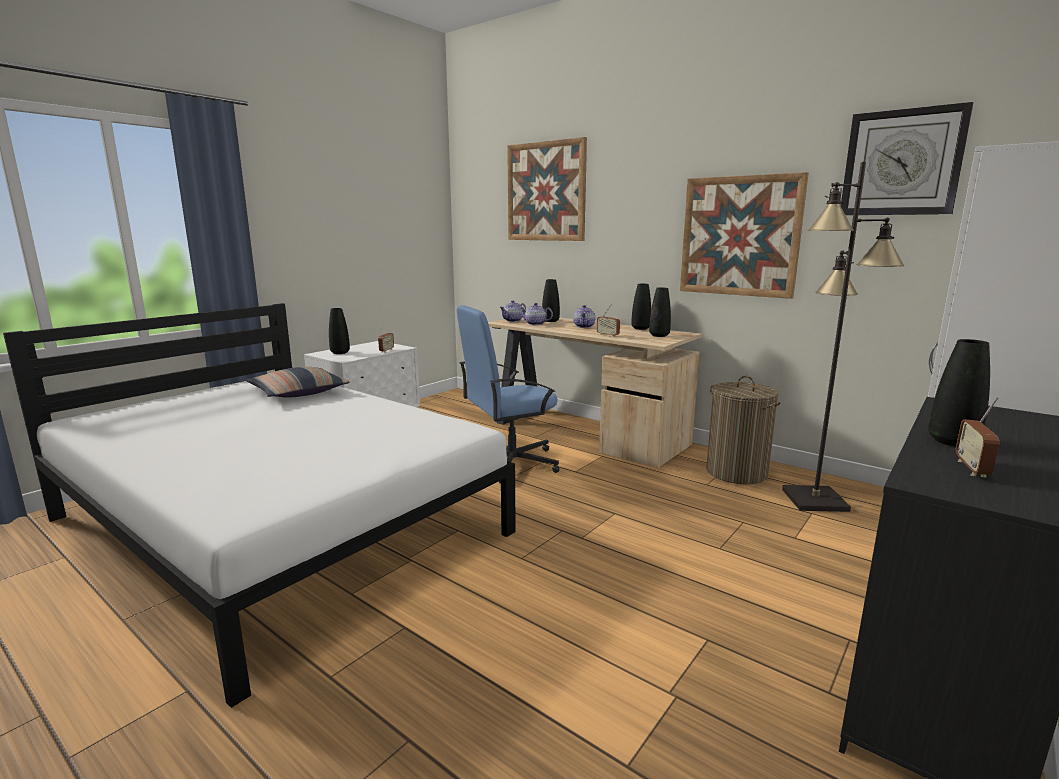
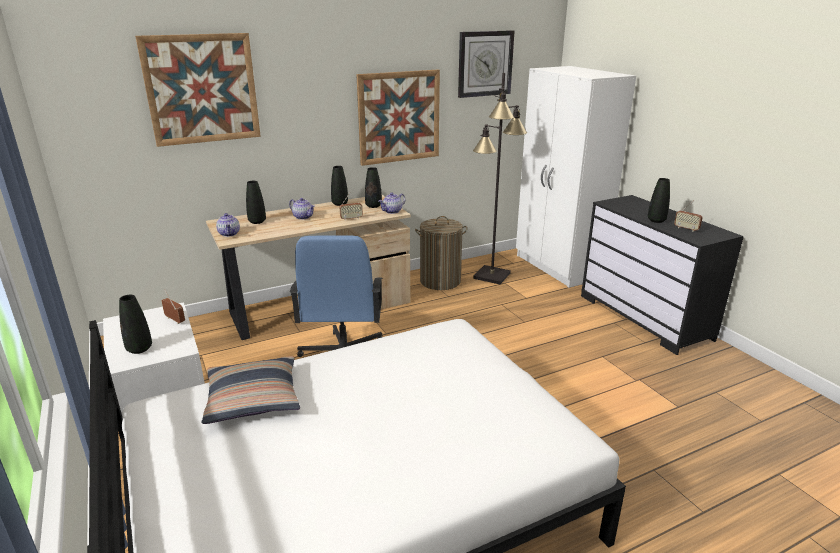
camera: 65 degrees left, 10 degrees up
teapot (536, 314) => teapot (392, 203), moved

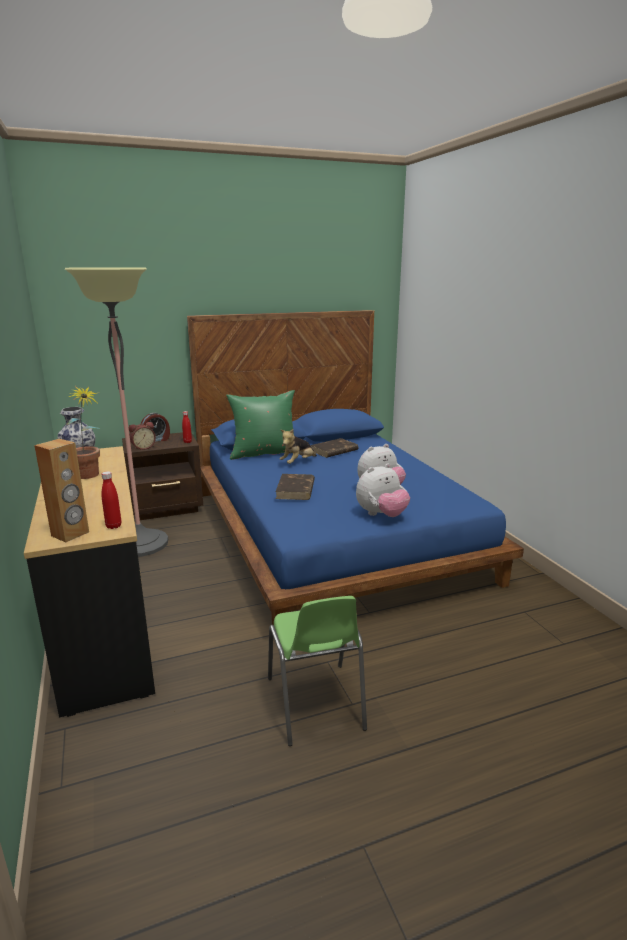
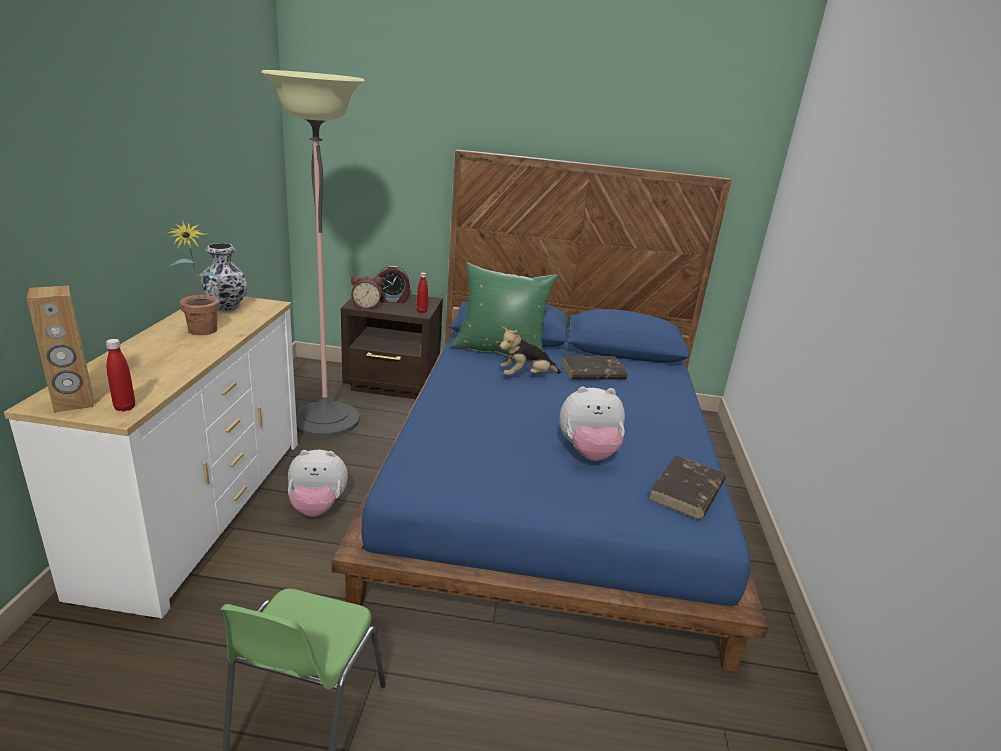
camera: 25 degrees right, 5 degrees up
black_dresser (89, 581) => white_dresser (151, 457)
brown_book (295, 487) => brown_book (687, 487), moved
plush_toy (383, 490) => plush_toy (318, 483), moved

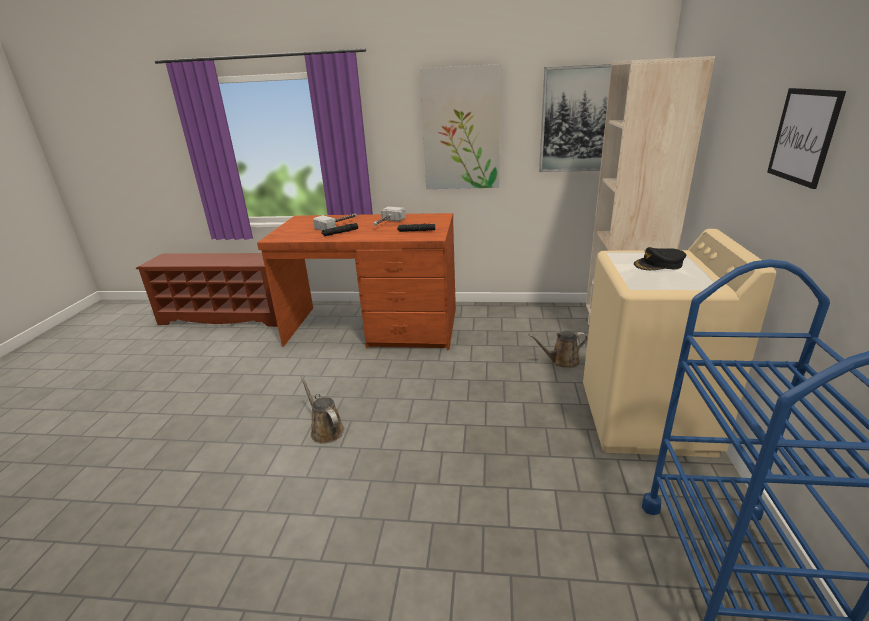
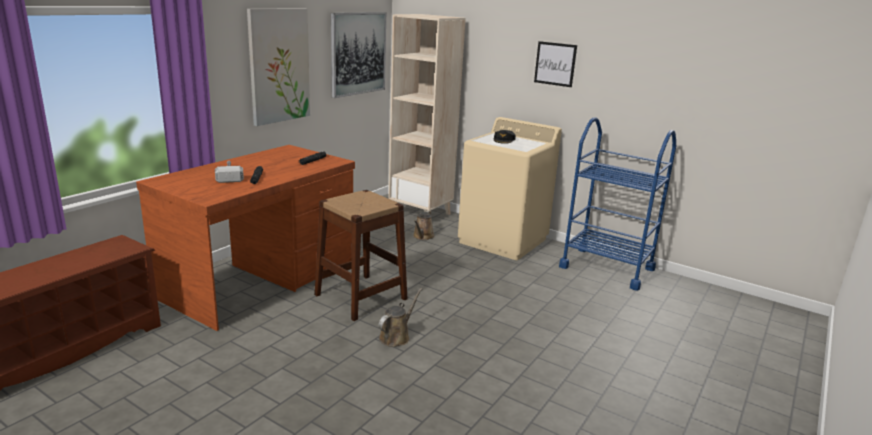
camera: 65 degrees left, 5 degrees down
brown_watering_can (322, 410) => brown_watering_can (400, 317), 135 degrees clockwise
hammer (389, 216) => nothing
nothing => brown_stool (361, 255)

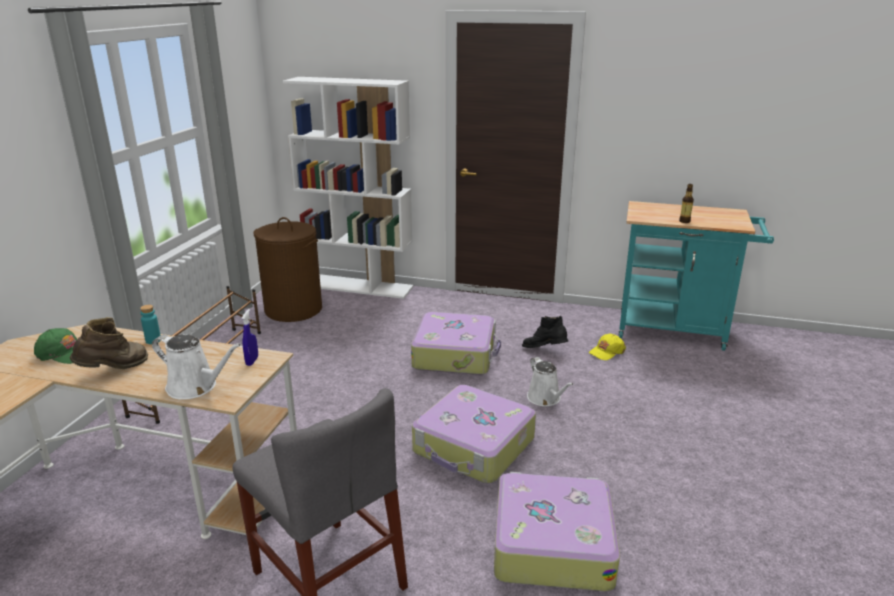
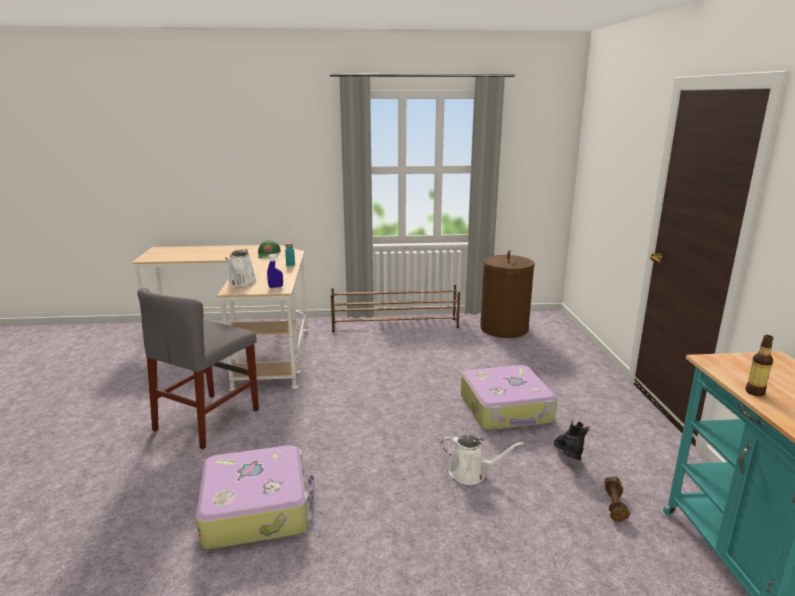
camera: 70 degrees right, 5 degrees down
brown_boot (109, 343) => nothing
white_bookcase (348, 188) => nothing
suitcase (474, 434) => nothing
white_watering_can (550, 381) => white_watering_can (481, 460), 120 degrees counterclockwise
yellow_cap (607, 347) => brown_dumbbell (617, 499)

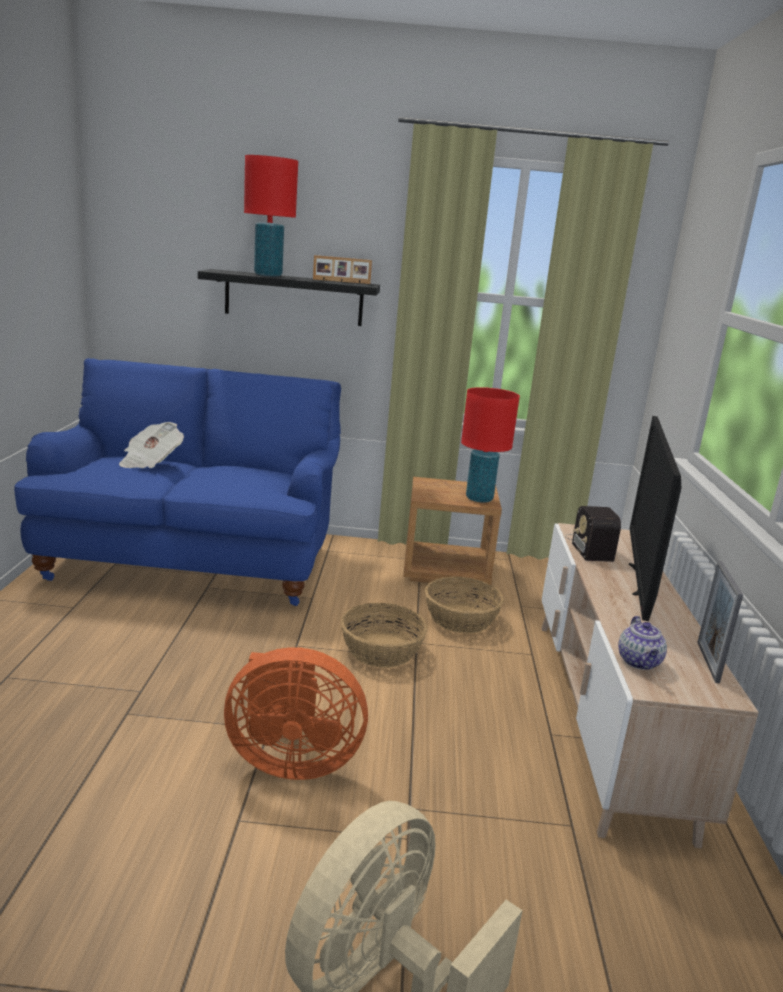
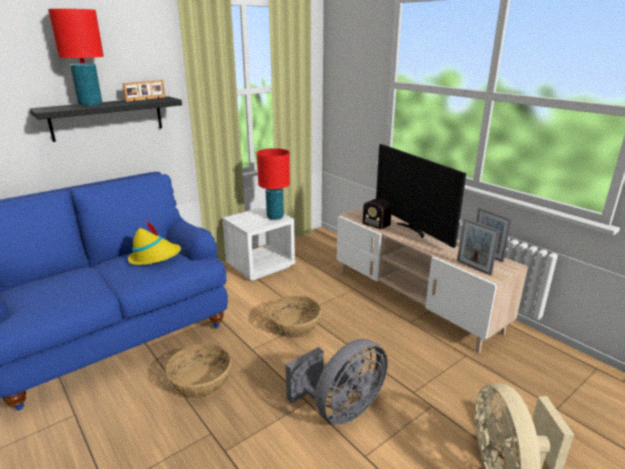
camera: 40 degrees left, 5 degrees up
newspaper (151, 445) => nothing
orange_fan (296, 713) => grey_fan (337, 382)
brown_nightstand (452, 532) => white_nightstand (258, 243)
basket (464, 605) => basket (199, 371), moved
teapot (642, 643) => picture_frame (478, 246)
nothing => yellow_hat (154, 242)

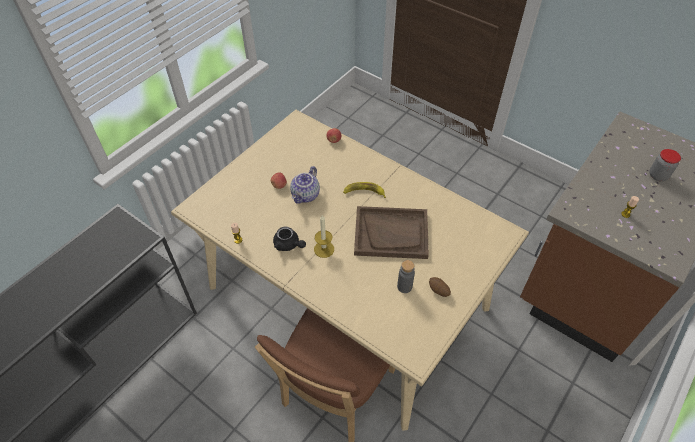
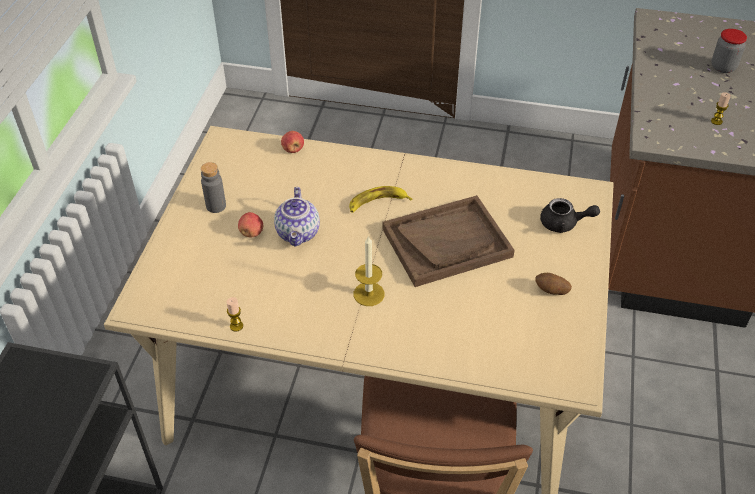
camera: 25 degrees left, 5 degrees down
black_teapot (289, 238) => black_teapot (570, 215), moved
grey_bottle (406, 276) => grey_bottle (213, 187), moved

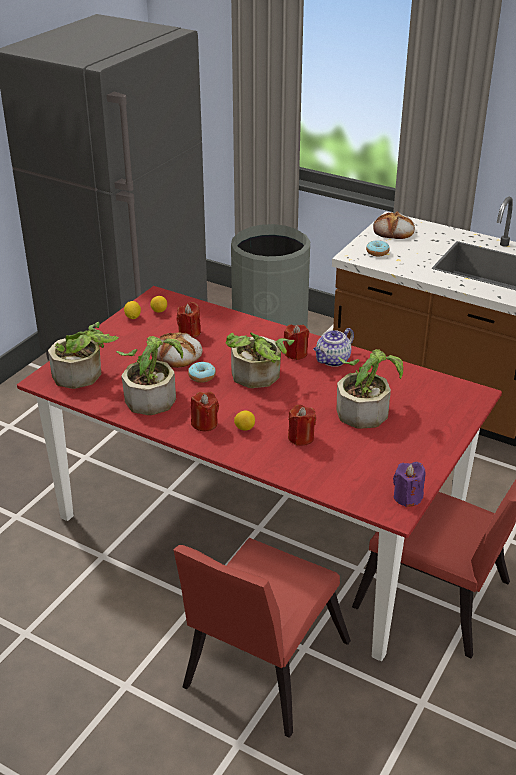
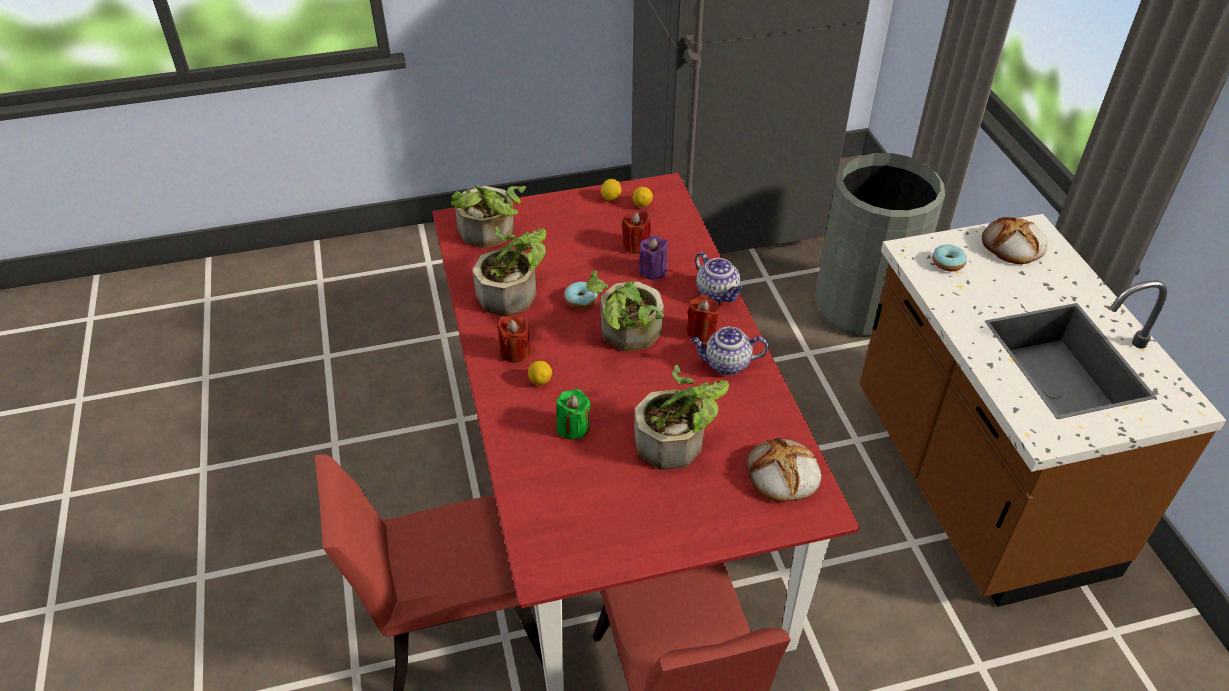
camera: 45 degrees right, 10 degrees up
bread (177, 350) => bread (784, 470), moved
red_candle (302, 425) => green_candle (573, 414)
purple_candle (409, 484) => purple_candle (653, 257), moved
nothing => teapot (719, 277)

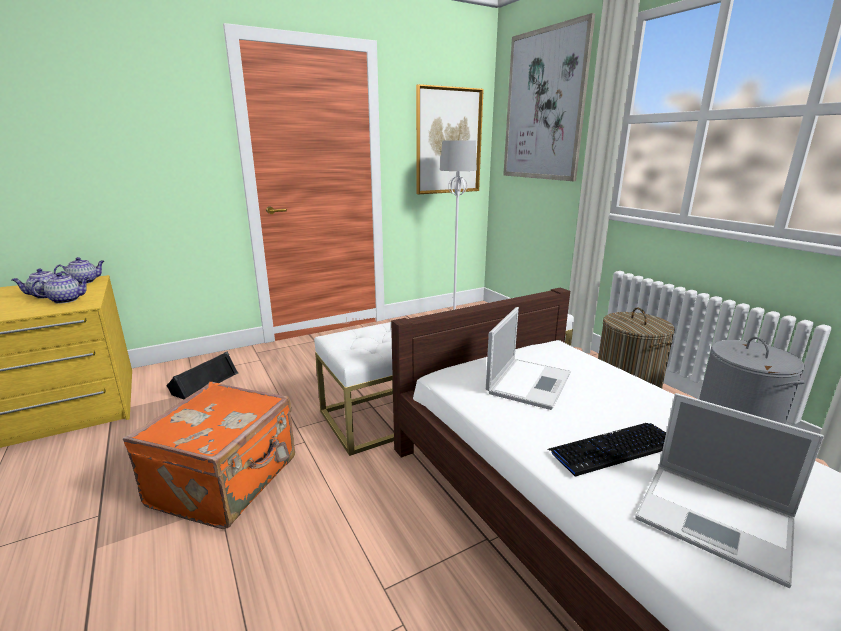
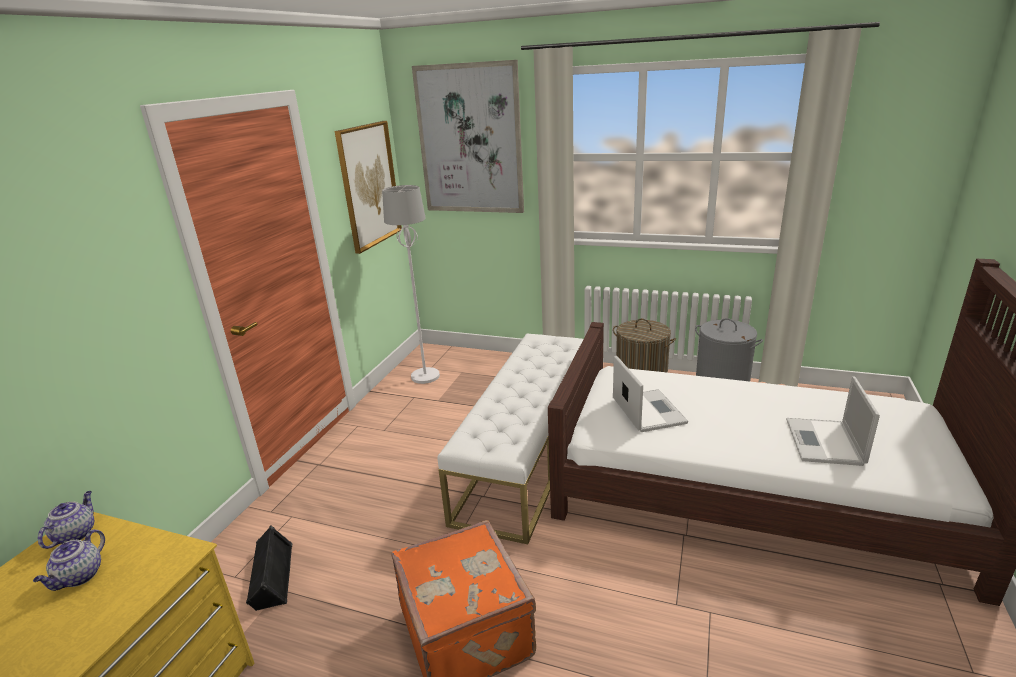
camera: 40 degrees left, 5 degrees up
teapot (60, 288) => nothing
keyboard (607, 450) => nothing
laptop (729, 490) => laptop (833, 421), 105 degrees clockwise

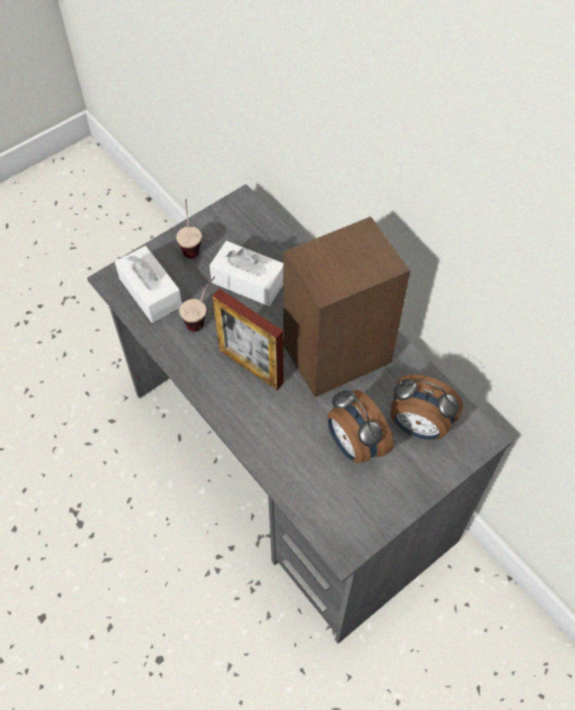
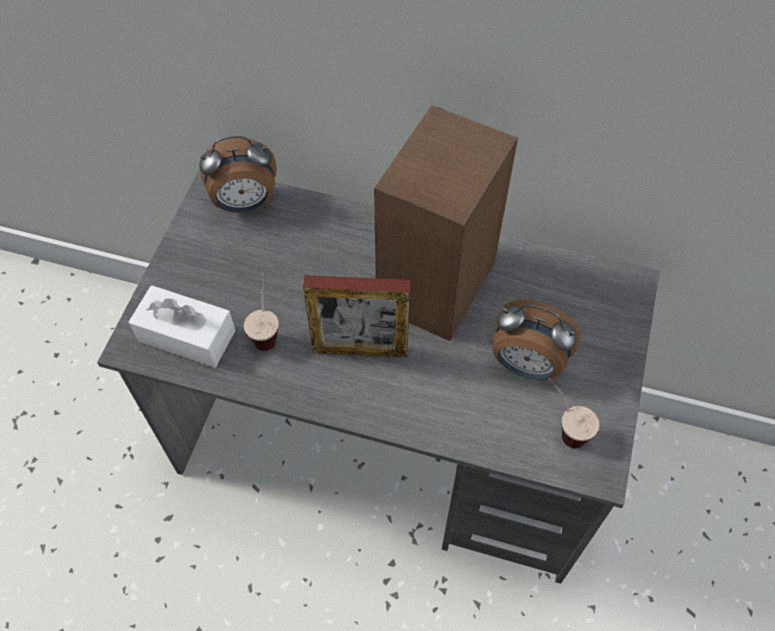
camera: 35 degrees left, 0 degrees up
cup (189, 228) => cup (573, 412), moved
white_tissue_box (246, 273) => nothing
alarm_clock (427, 407) => alarm_clock (237, 174), moved

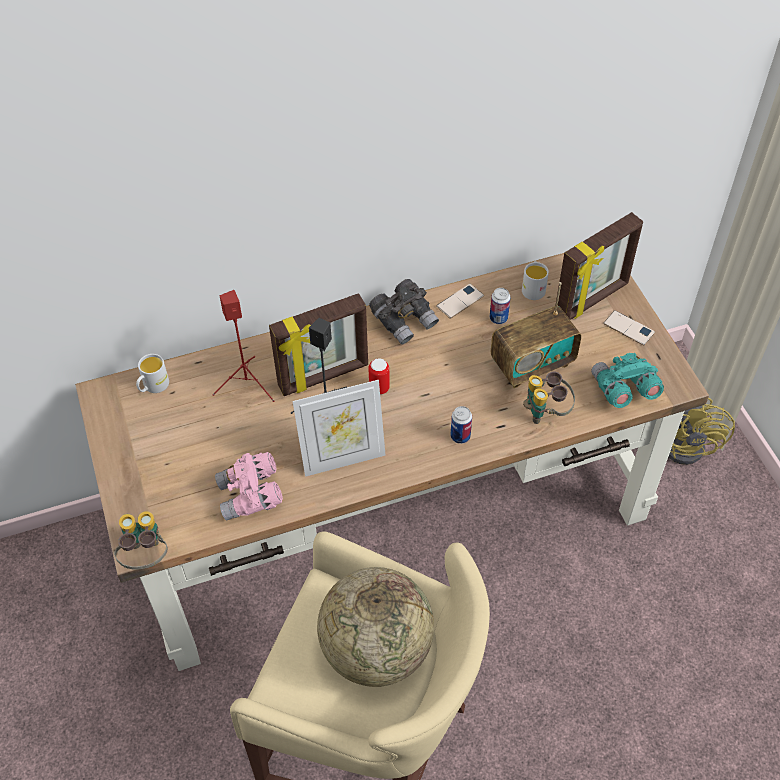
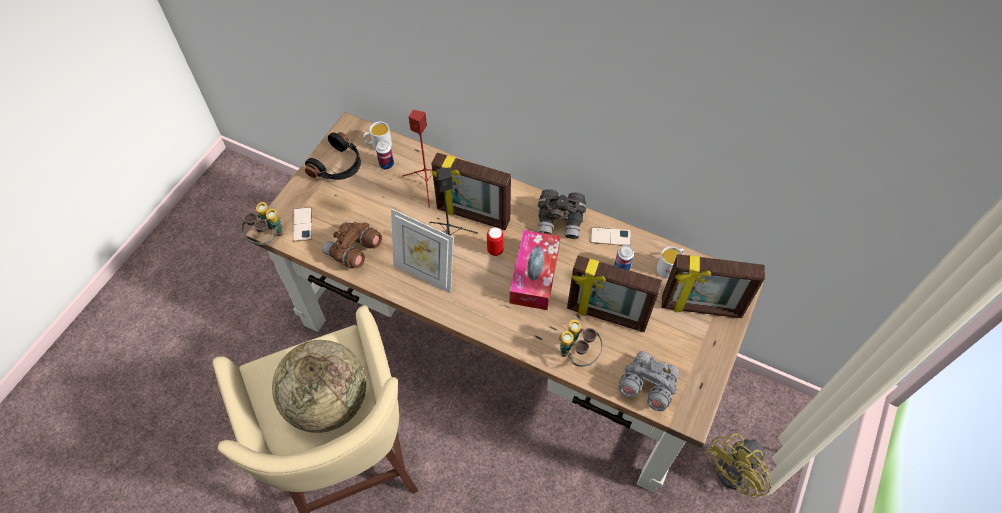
camera: 45 degrees right, 5 degrees up
pink_binoculars (249, 486) => brown_binoculars (352, 245)
can (461, 425) => can (385, 155), moved
radio (536, 335) => picture_frame (614, 294)
turquoise_binoculars (627, 380) => grey_binoculars (649, 381)
phone (629, 327) => phone (302, 224), moved
nothing => black_headphones (333, 156)
nothing => tissue_box (535, 270)

